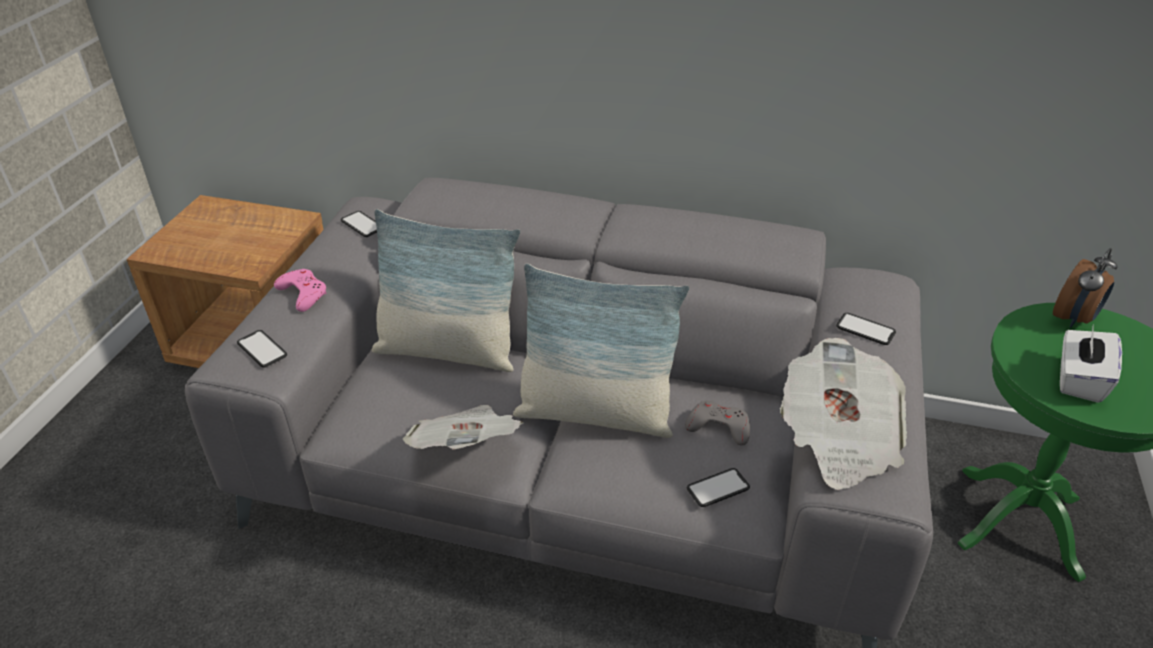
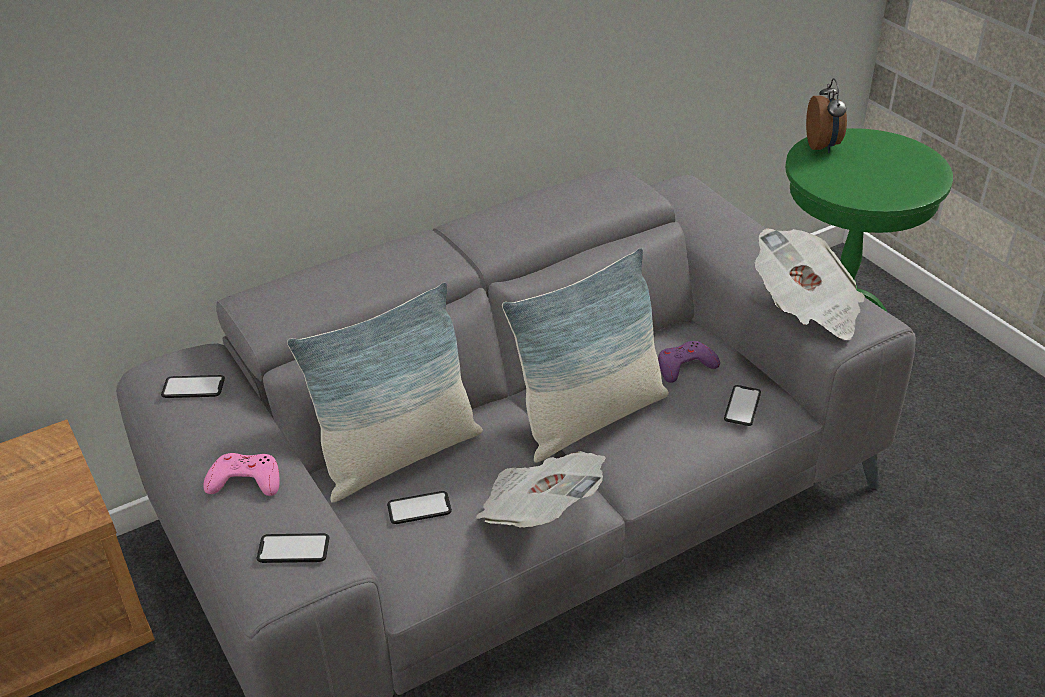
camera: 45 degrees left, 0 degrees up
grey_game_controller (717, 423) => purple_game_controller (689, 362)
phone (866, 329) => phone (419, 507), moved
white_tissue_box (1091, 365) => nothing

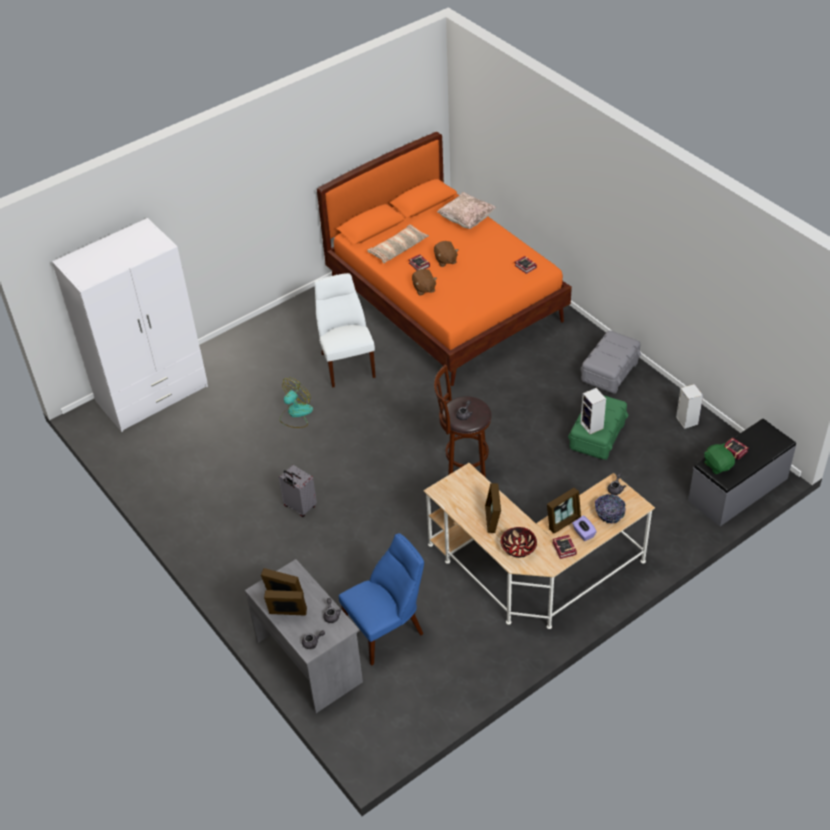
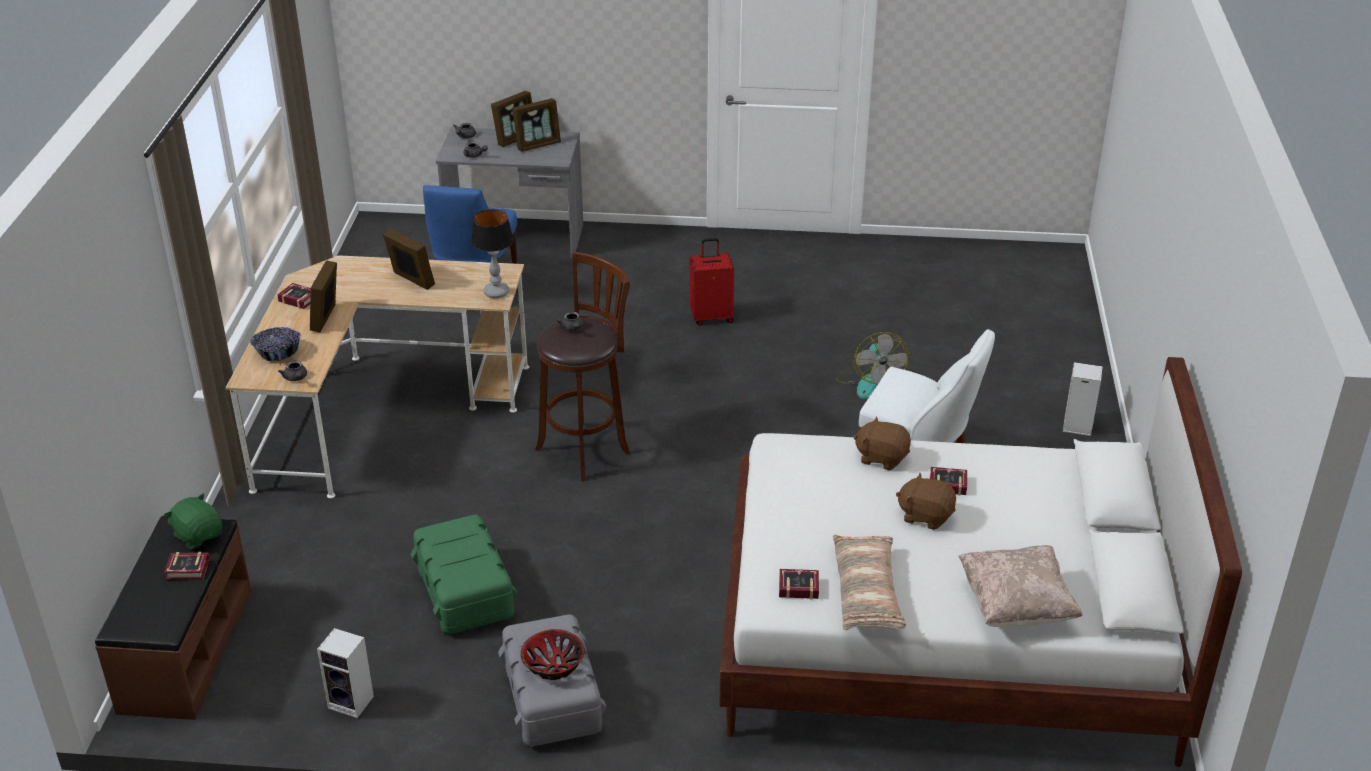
camera: 130 degrees right, 10 degrees down
white_wardrobe (130, 325) => nothing
grey_suitcase (298, 491) => red_suitcase (712, 281)
orange_bed (444, 259) => white_bed (980, 562)
pillow (398, 243) => pillow (869, 582), moved
bowl (519, 542) => bowl (553, 654), moved
purple_tissue_box (584, 528) => nothing
speaker (593, 411) => speaker (1083, 399), moved
grey_bench (742, 472) => brown_bench (173, 618)
green_plush_toy (719, 458) => green_plush_toy (193, 521), 150 degrees counterclockwise
nothing => table_lamp (492, 253)

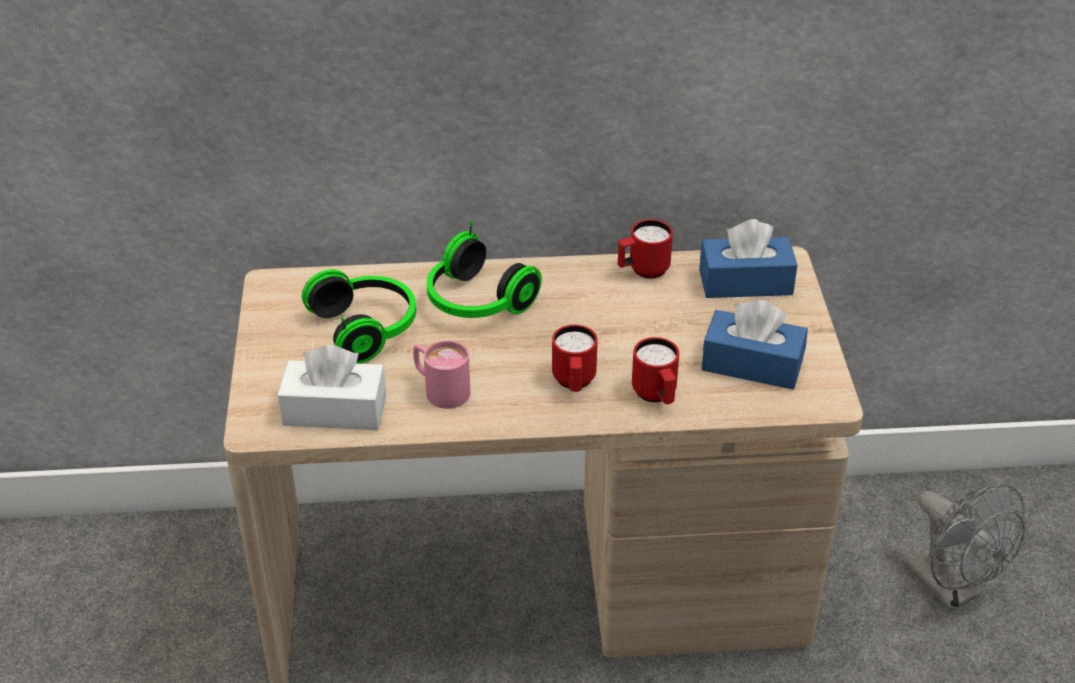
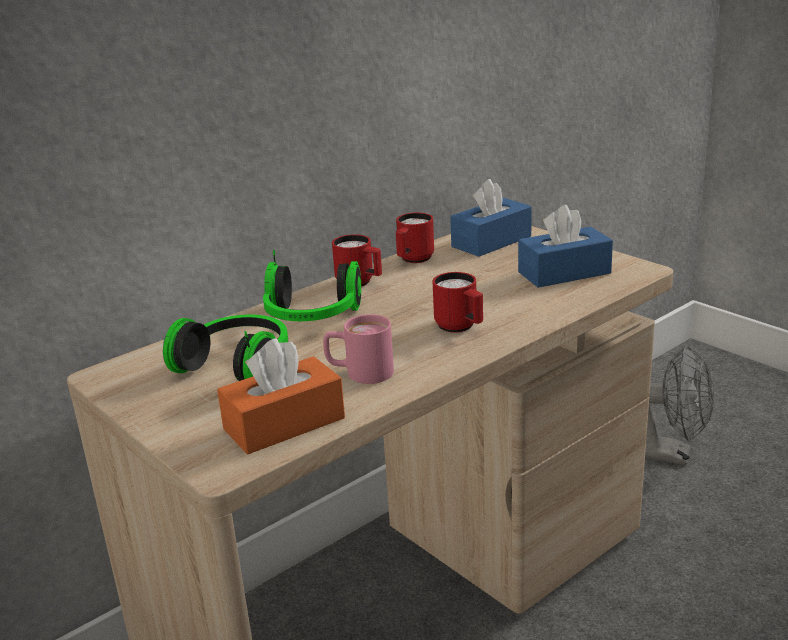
camera: 35 degrees left, 15 degrees down
white_tissue_box (331, 387) => orange_tissue_box (281, 396)
red_mug (655, 370) => red_mug (357, 260), moved

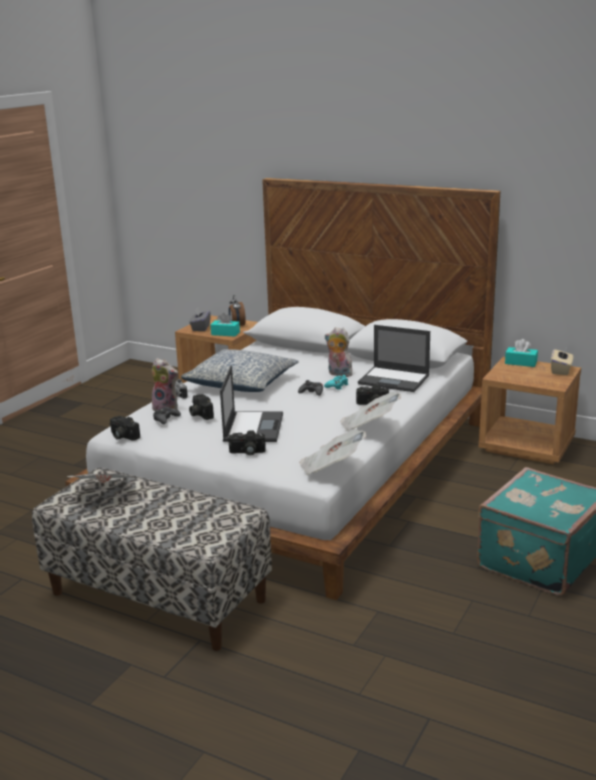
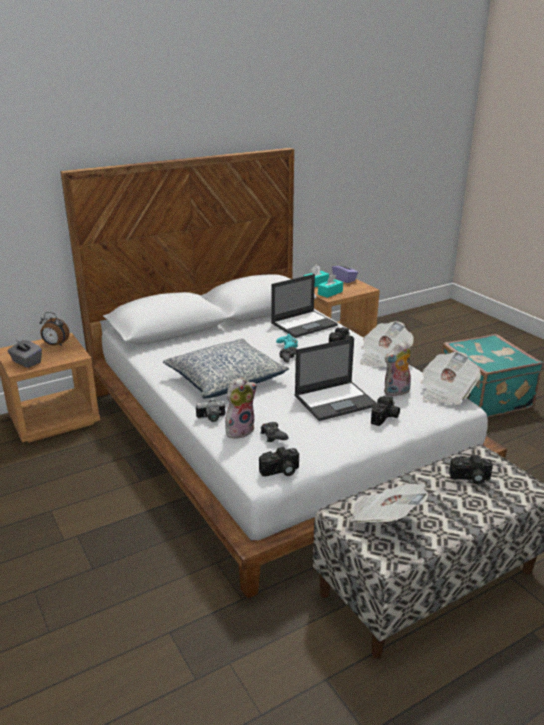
camera: 60 degrees left, 5 degrees up
photo_camera (201, 407) => photo_camera (471, 469), moved
turquoise_tissue_box (225, 325) => turquoise_tissue_box (330, 286), moved
laptop (251, 404) => laptop (336, 379), 120 degrees clockwise
plush_toy (339, 352) => plush_toy (397, 368), moved
beige_tissue_box (562, 362) => purple_tissue_box (345, 271)

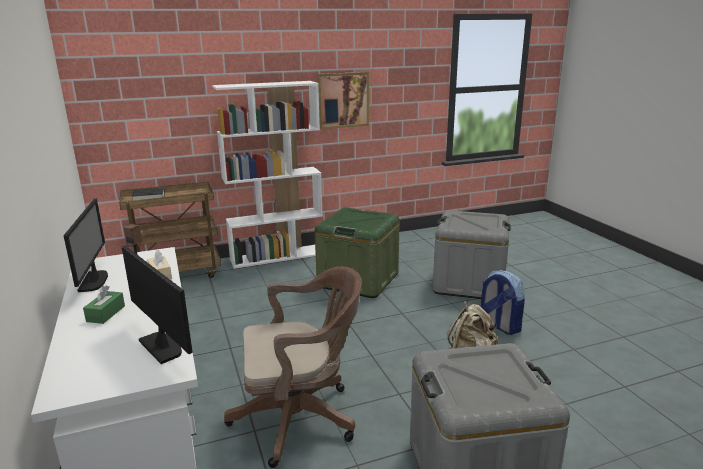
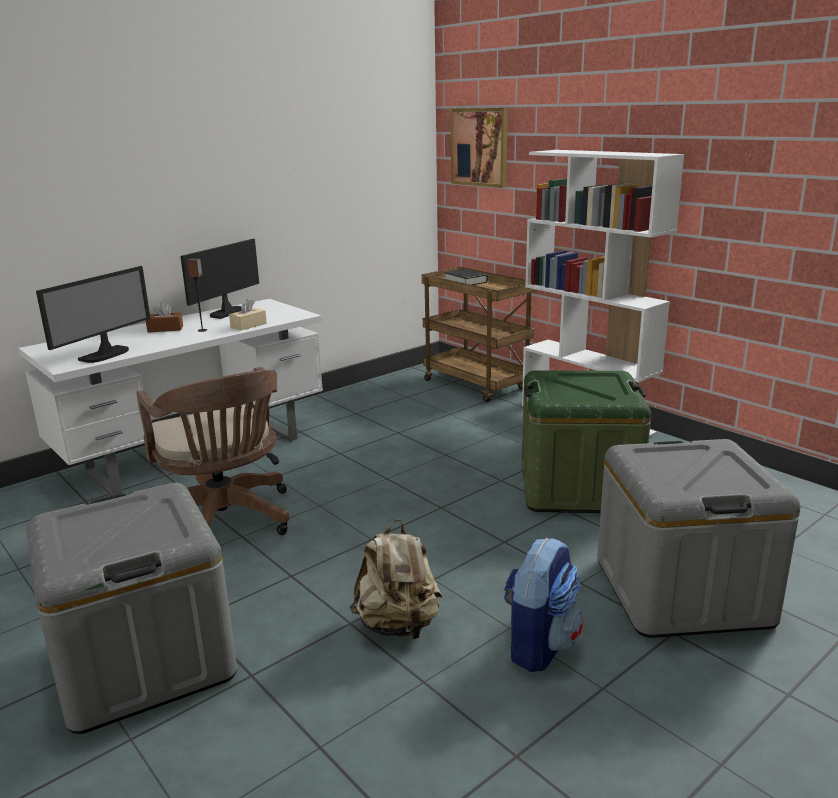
camera: 70 degrees right, 0 degrees up
monitor (85, 245) => monitor (219, 279), 150 degrees clockwise
green_tissue_box (104, 304) => brown_tissue_box (164, 317)
picture (343, 100) => picture (479, 148), moved

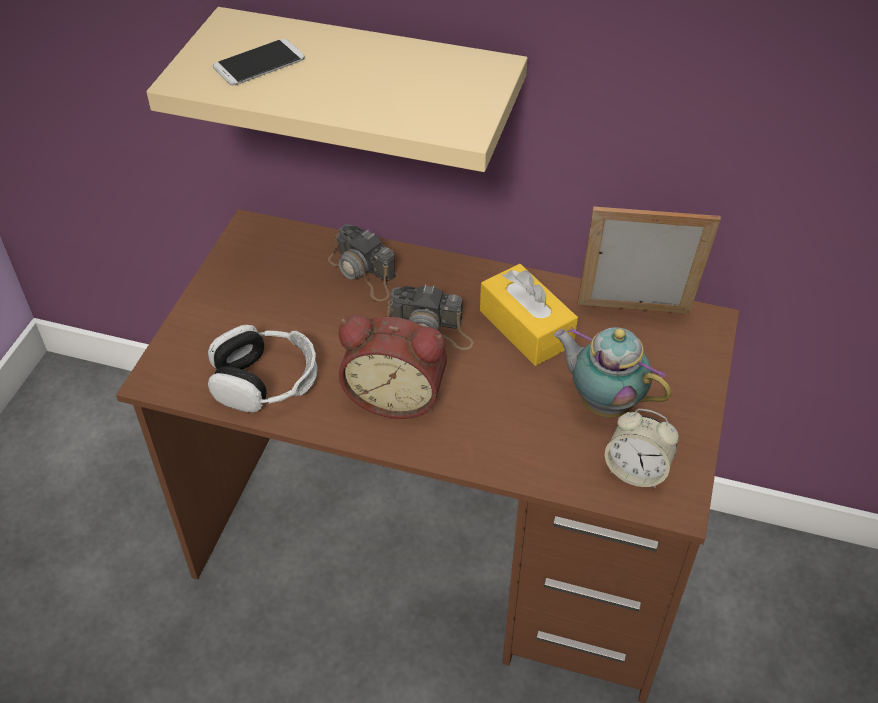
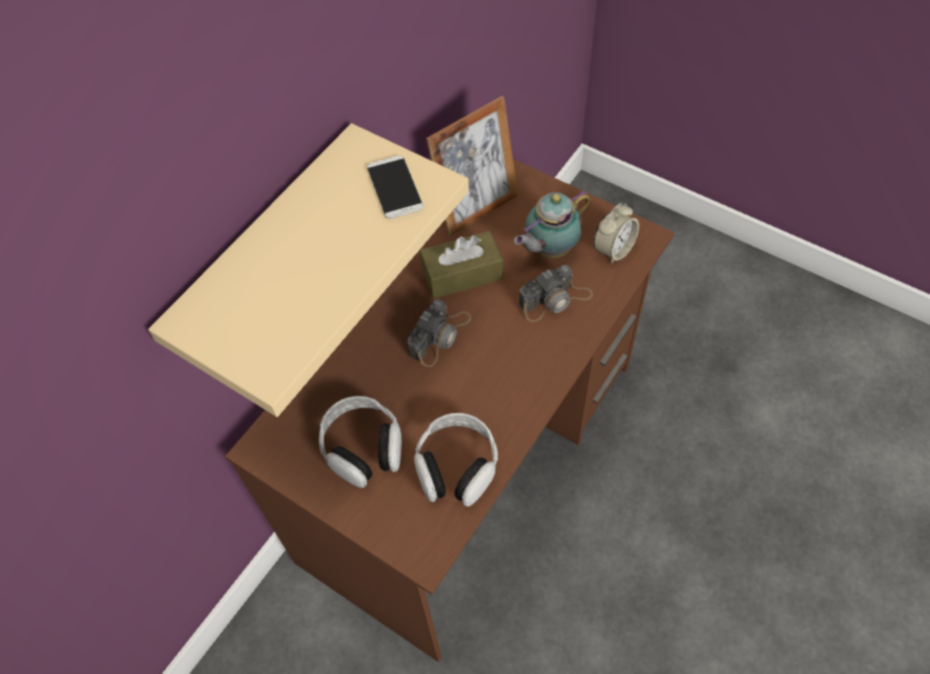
camera: 70 degrees left, 10 degrees up
phone (259, 62) => phone (395, 187), moved
photo_camera (362, 262) => photo_camera (556, 293), moved
alarm_clock (393, 367) => nothing
yellow_tissue_box (529, 315) => brown_tissue_box (461, 265)
picture_frame (649, 260) => picture_frame (472, 166), 150 degrees counterclockwise
nothing => headphones (360, 442)

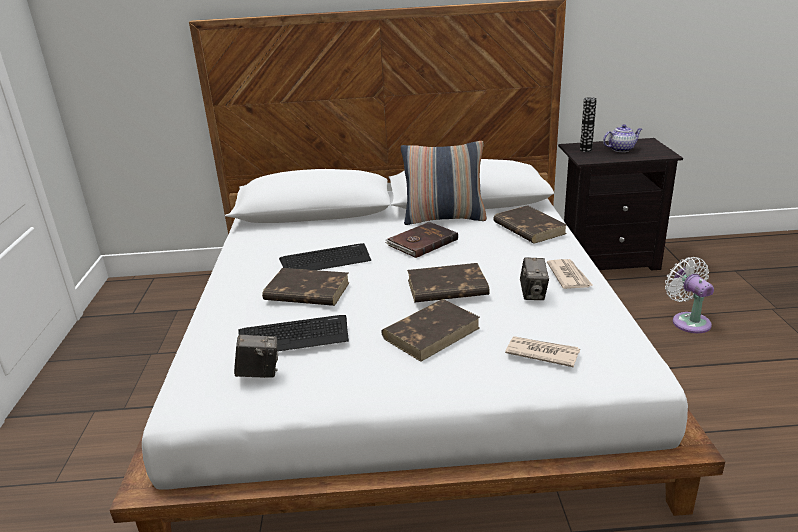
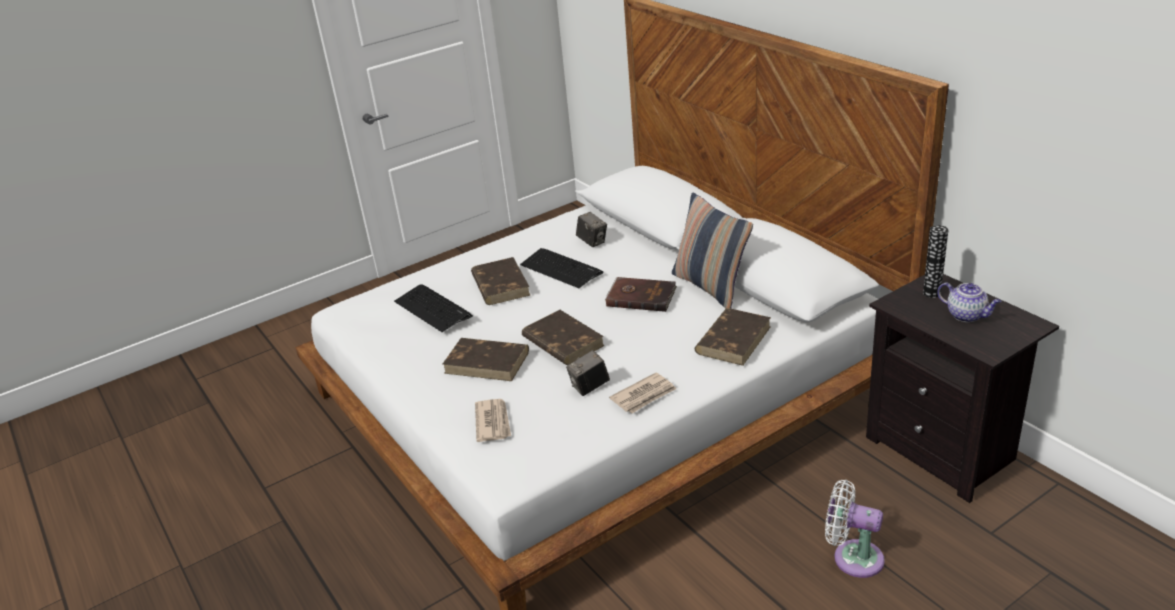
camera: 60 degrees right, 5 degrees up
photo_camera (256, 356) => photo_camera (591, 229), moved
white_fan (689, 295) => white_fan (855, 529), 105 degrees counterclockwise

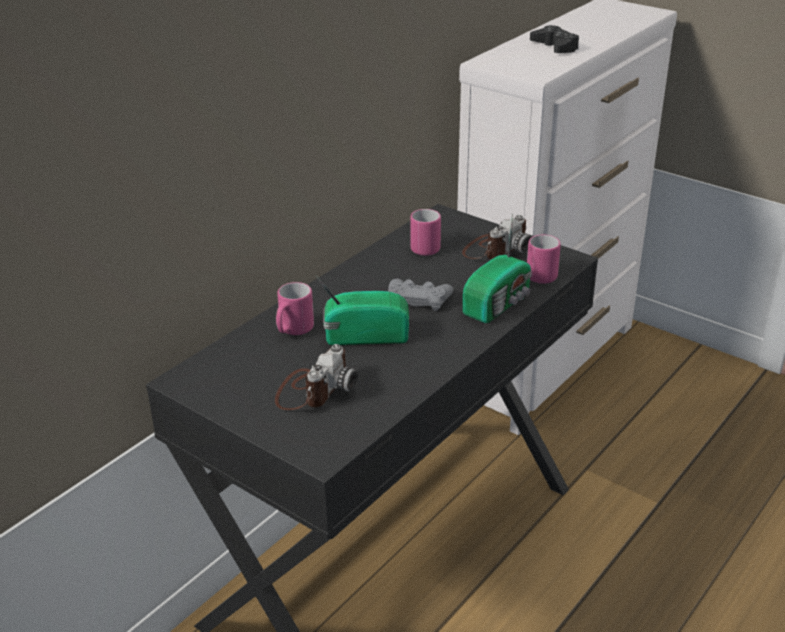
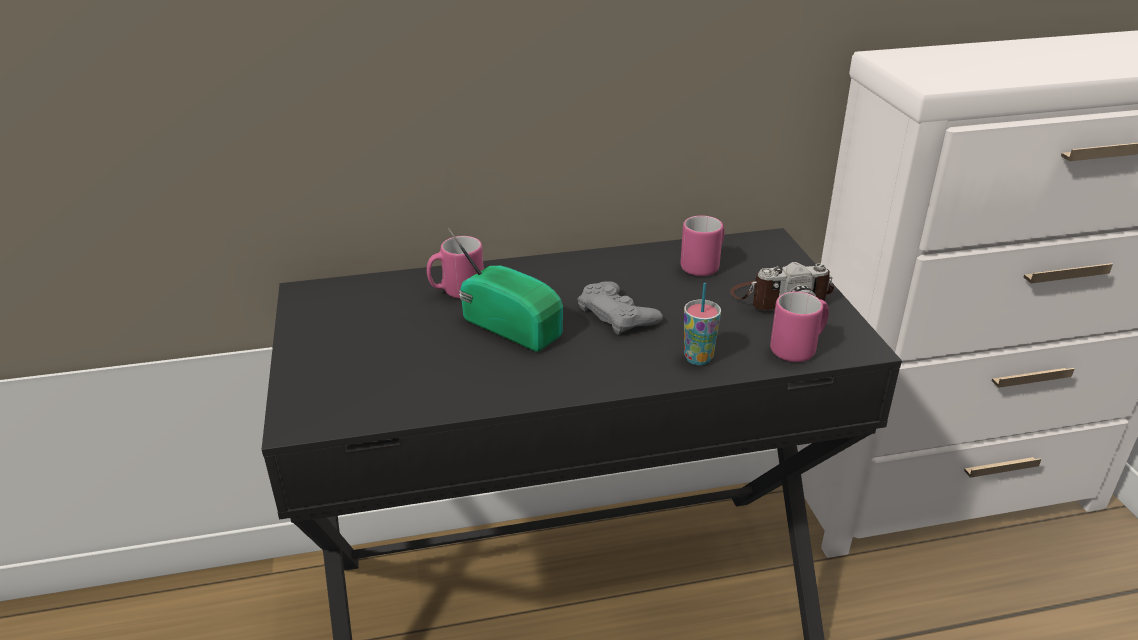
camera: 40 degrees right, 0 degrees up
photo_camera (316, 377) => nothing
radio (497, 268) => cup (702, 324)
black_game_controller (554, 39) => nothing

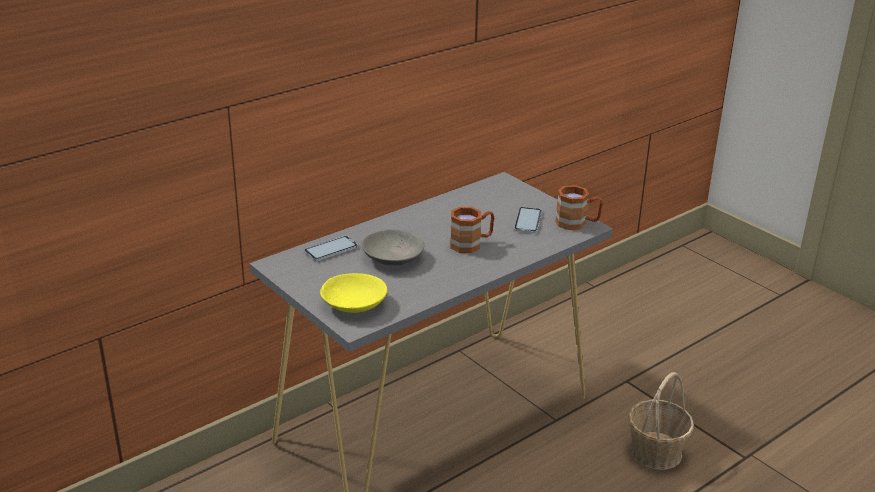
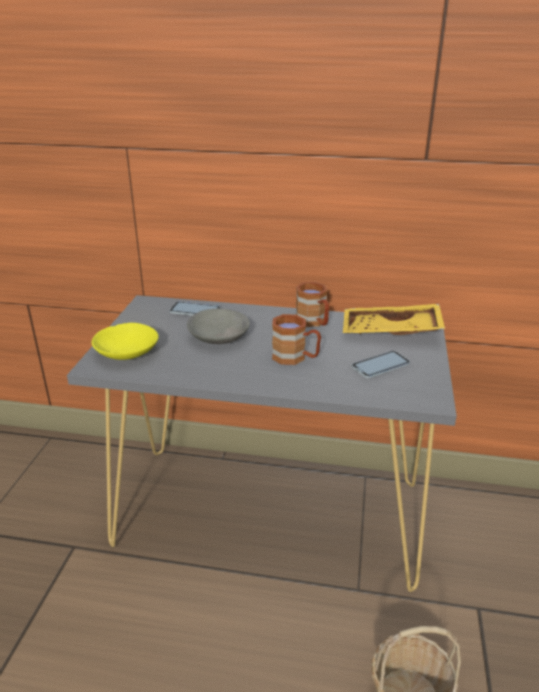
camera: 50 degrees right, 0 degrees up
brown_mug (579, 207) => brown_mug (313, 304), moved
nothing => yellow_tray (394, 319)

